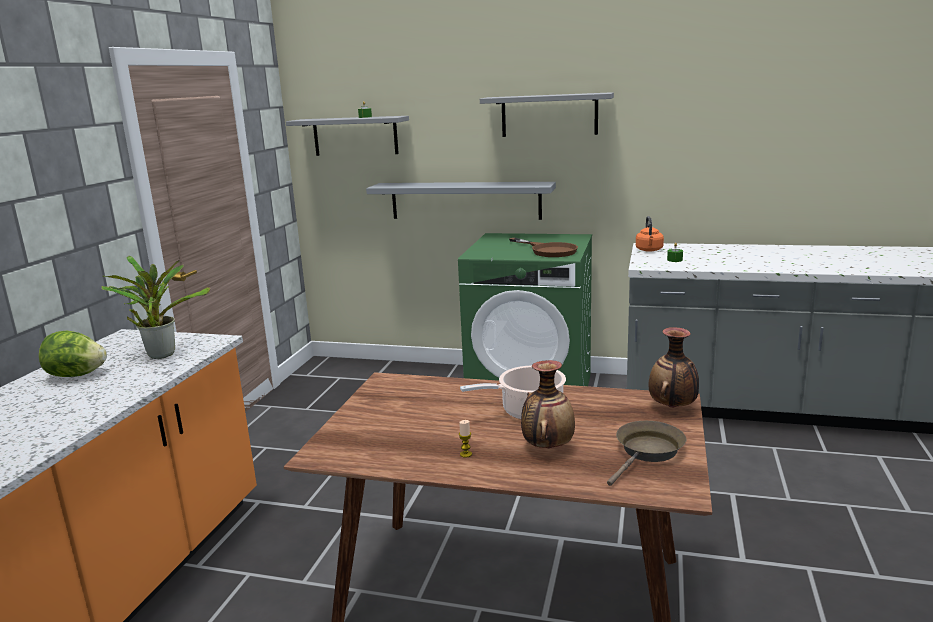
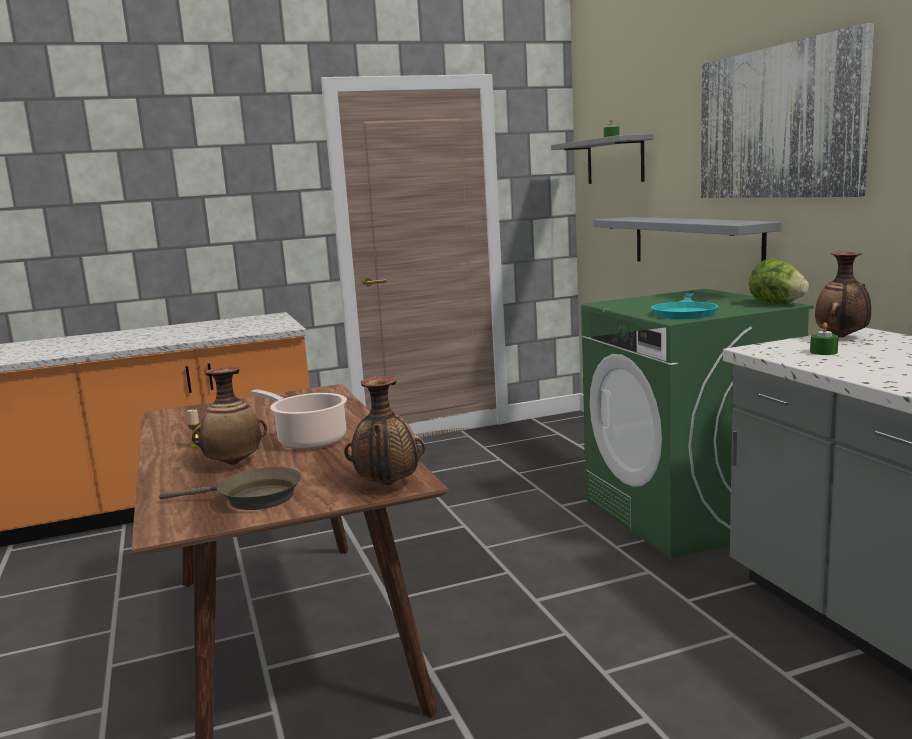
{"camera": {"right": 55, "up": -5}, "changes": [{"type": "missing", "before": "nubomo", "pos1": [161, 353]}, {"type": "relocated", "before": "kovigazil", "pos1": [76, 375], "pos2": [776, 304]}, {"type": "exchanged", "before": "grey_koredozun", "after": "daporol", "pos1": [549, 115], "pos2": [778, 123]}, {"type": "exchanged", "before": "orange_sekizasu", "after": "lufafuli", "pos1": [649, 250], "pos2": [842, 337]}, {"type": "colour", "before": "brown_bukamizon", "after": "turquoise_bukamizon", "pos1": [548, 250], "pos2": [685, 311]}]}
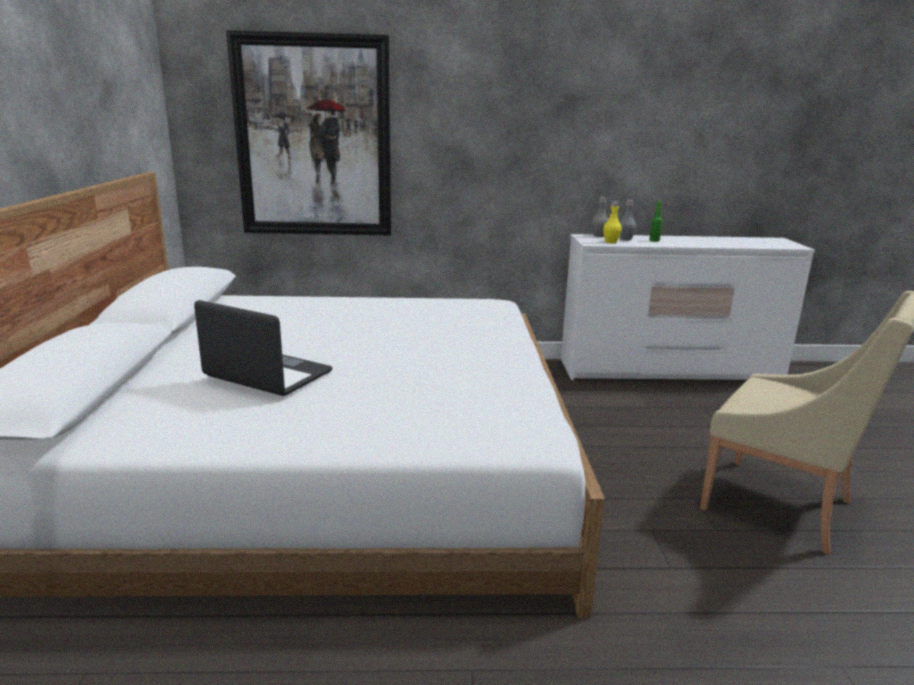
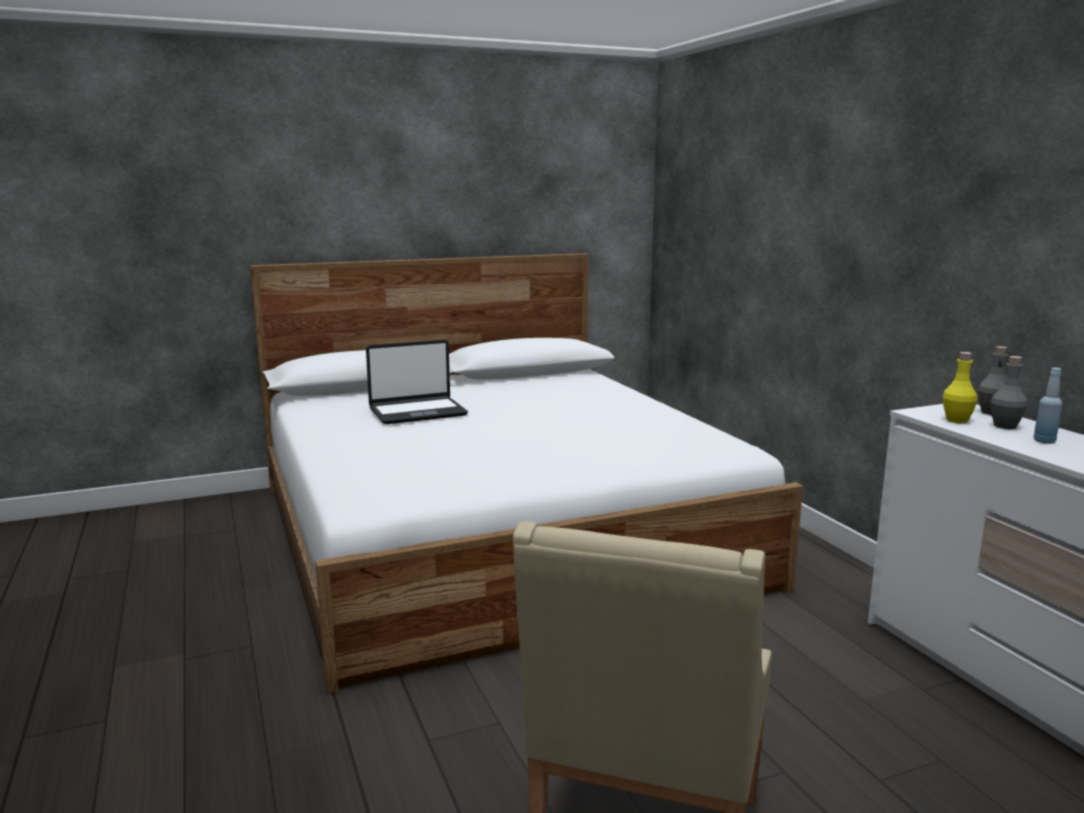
{"camera": {"right": 70, "up": -5}, "changes": [{"type": "missing", "before": "daporol", "pos1": [314, 138]}, {"type": "colour", "before": "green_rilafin", "after": "blue_rilafin", "pos1": [654, 241], "pos2": [1044, 441]}, {"type": "spun", "before": "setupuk", "pos1": [267, 375], "pos2": [417, 412], "turn": 60}]}
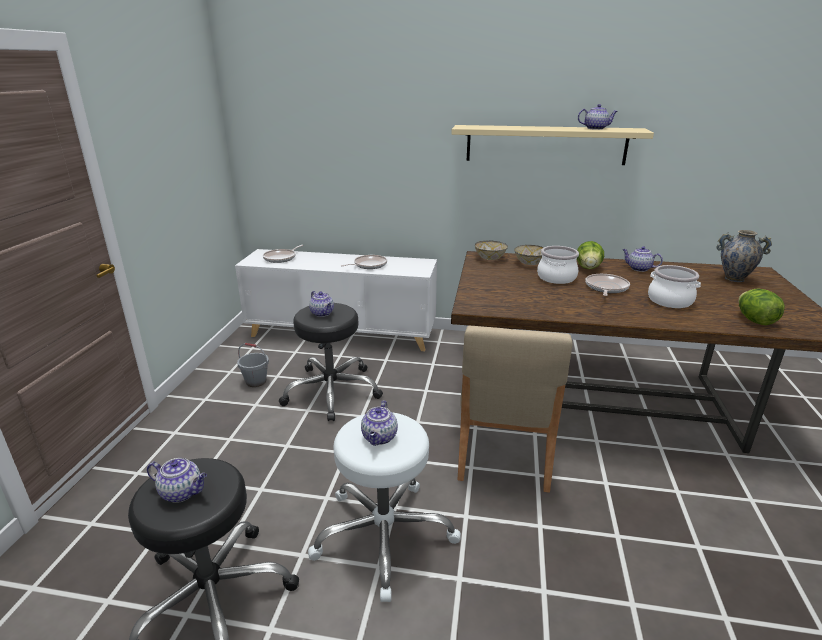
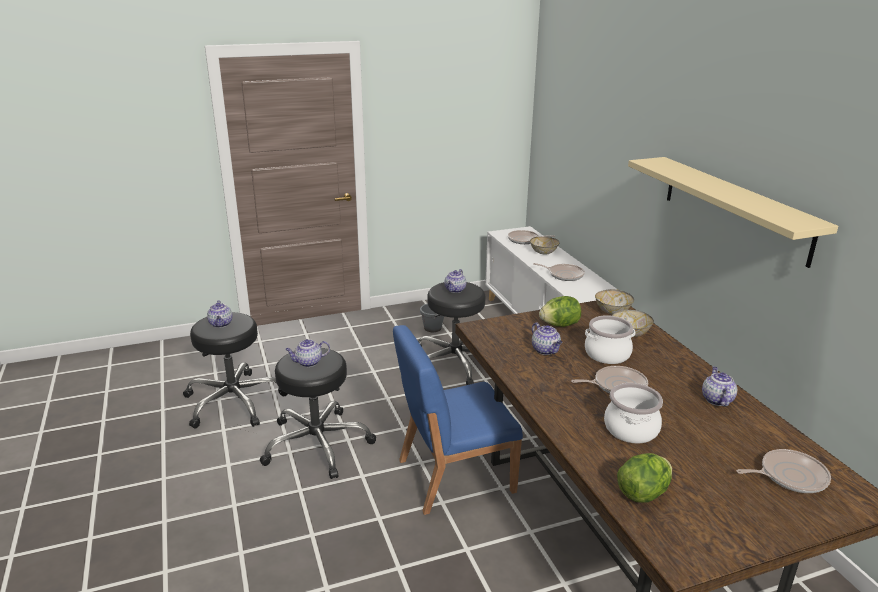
{"camera": {"right": 60, "up": 0}, "changes": [{"type": "appeared", "after": "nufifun", "pos2": [544, 252]}, {"type": "relocated", "before": "kovigazil", "pos1": [588, 268], "pos2": [559, 325]}, {"type": "relocated", "before": "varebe", "pos1": [596, 128], "pos2": [546, 350]}, {"type": "exchanged", "before": "lufafuli", "after": "bukamizon", "pos1": [734, 279], "pos2": [789, 476]}, {"type": "colour", "before": "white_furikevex", "after": "black_furikevex", "pos1": [383, 535], "pos2": [317, 444]}, {"type": "colour", "before": "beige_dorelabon", "after": "blue_dorelabon", "pos1": [503, 454], "pos2": [454, 475]}]}
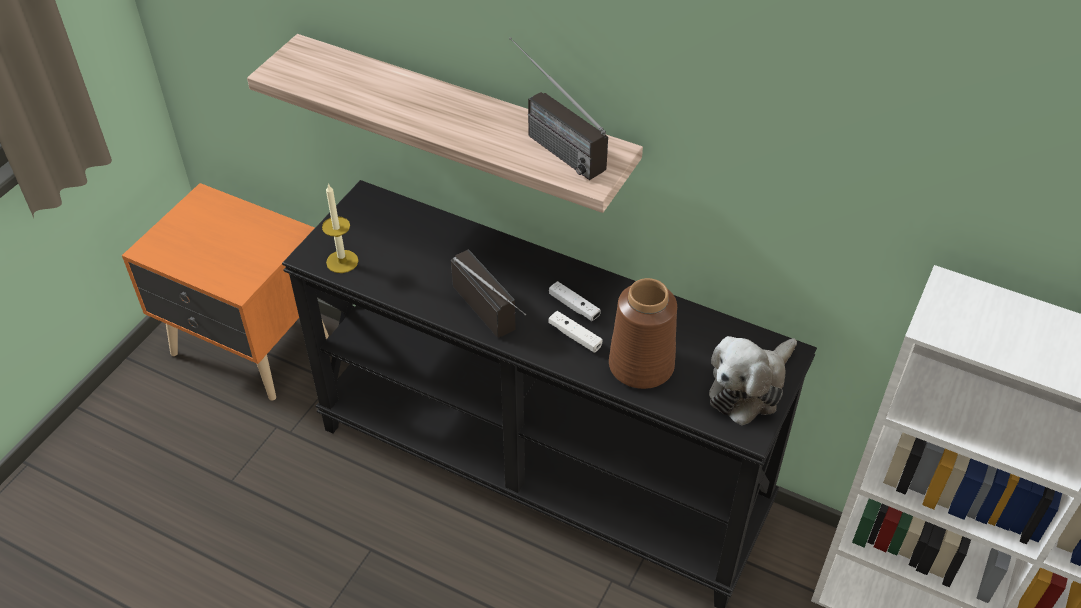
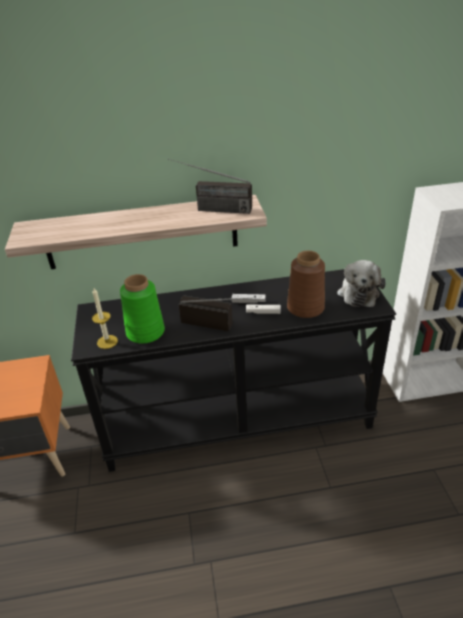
{"camera": {"right": -35, "up": -10}, "changes": [{"type": "appeared", "after": "green_lufafuli", "pos2": [145, 332]}]}
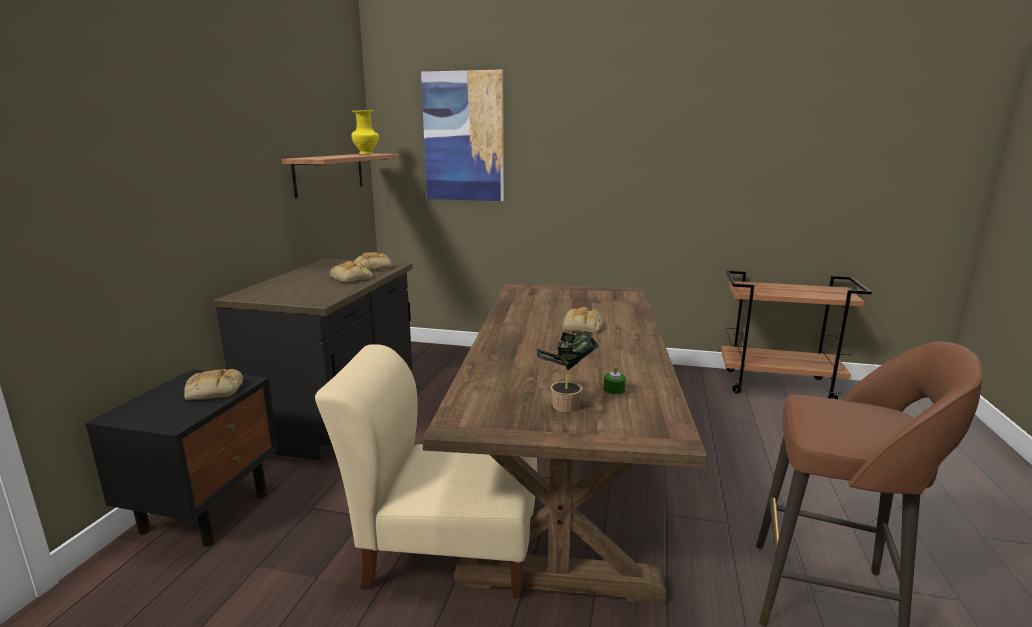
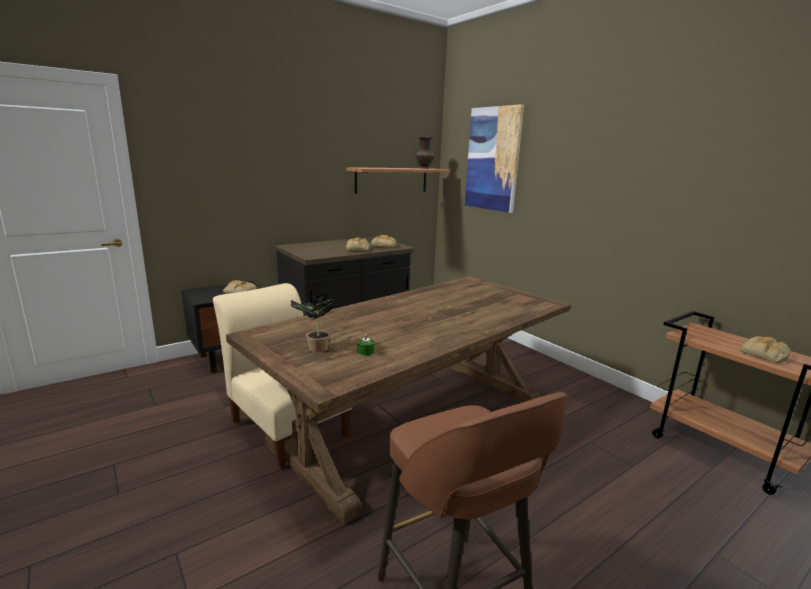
{"camera": {"right": 40, "up": 0}, "changes": [{"type": "relocated", "before": "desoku", "pos1": [583, 327], "pos2": [764, 355]}, {"type": "colour", "before": "yellow_lufafuli", "after": "brown_lufafuli", "pos1": [367, 154], "pos2": [424, 168]}]}
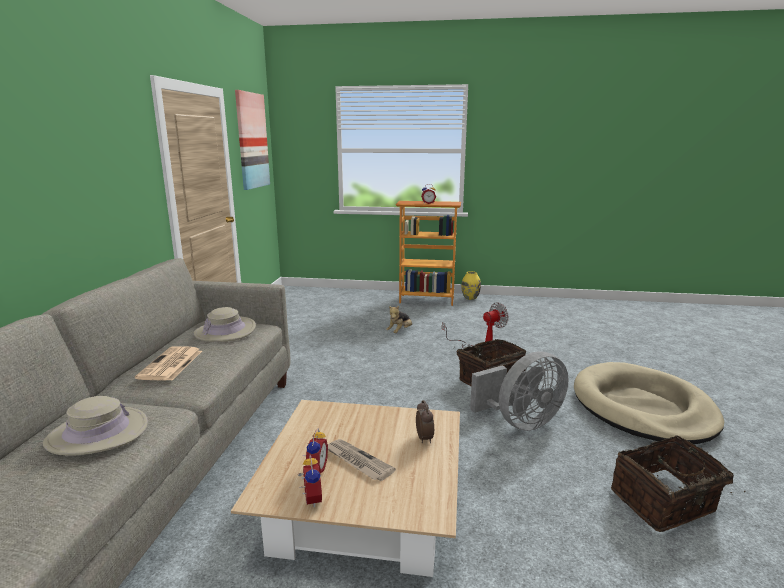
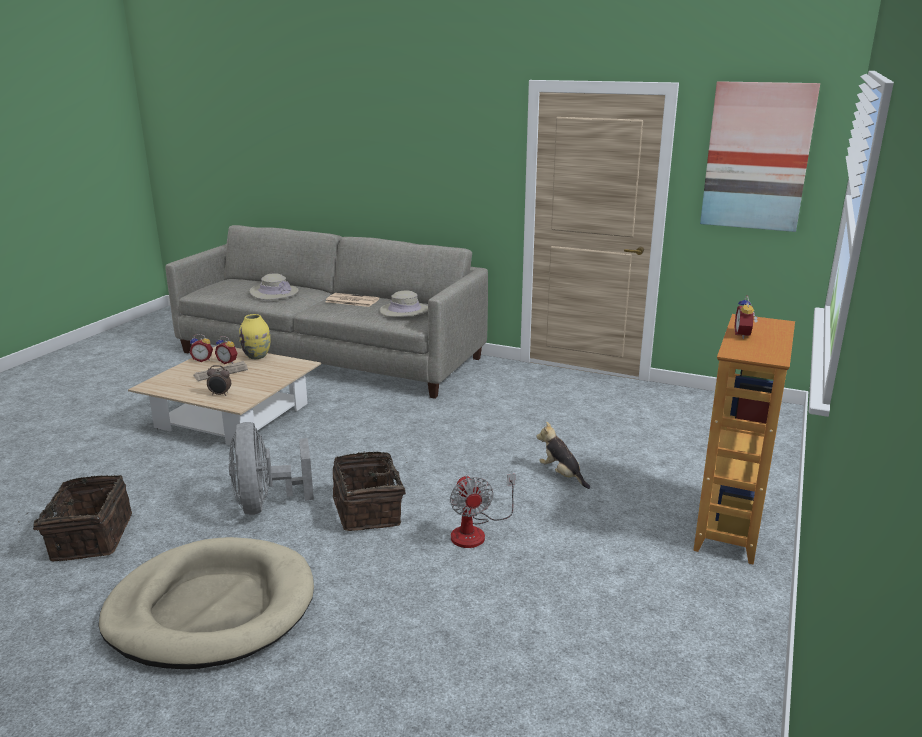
{"camera": {"right": 105, "up": 5}, "changes": [{"type": "relocated", "before": "yellow_lufafuli", "pos1": [470, 298], "pos2": [257, 356]}]}
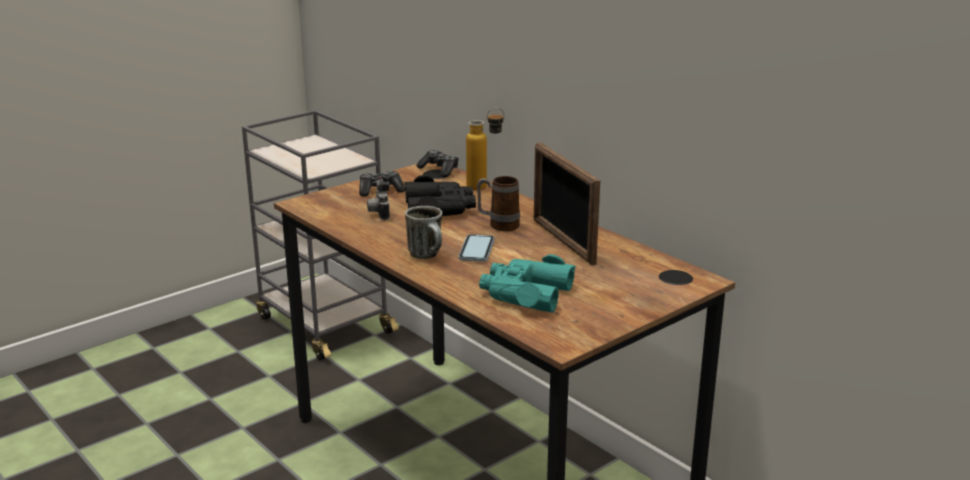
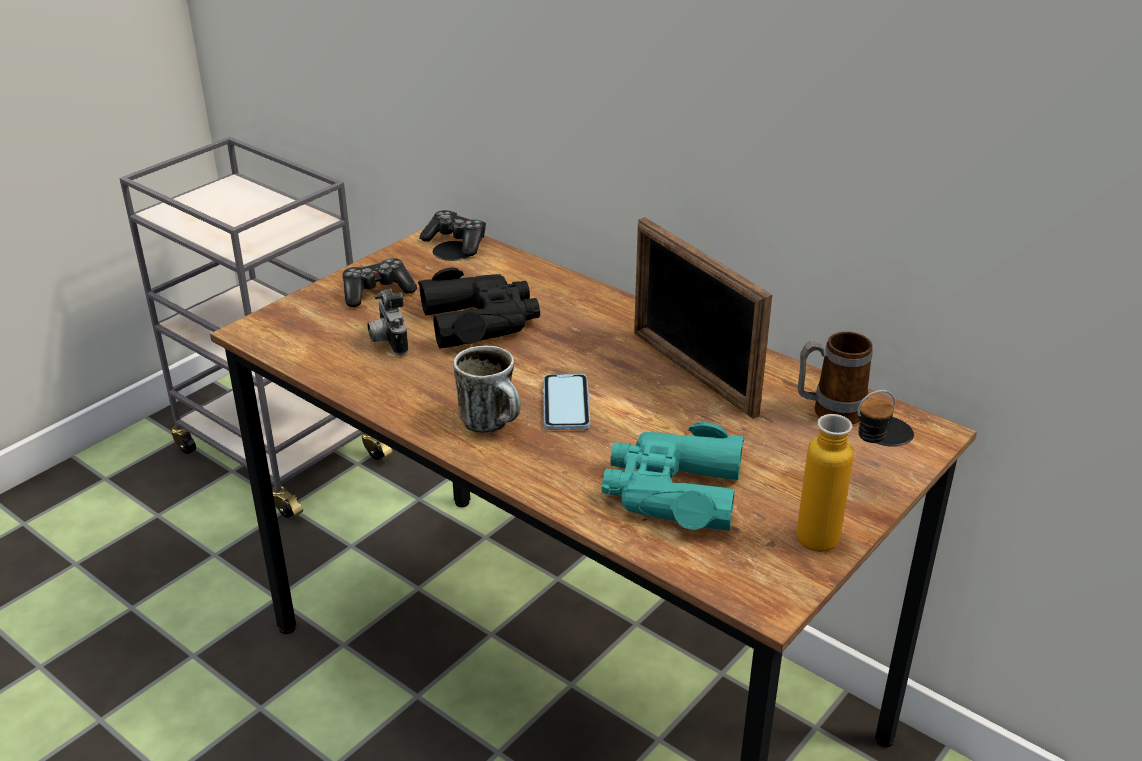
{"camera": {"right": -10, "up": 10}, "changes": [{"type": "relocated", "before": "rilafin", "pos1": [485, 187], "pos2": [834, 536]}, {"type": "relocated", "before": "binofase", "pos1": [498, 225], "pos2": [828, 413]}]}
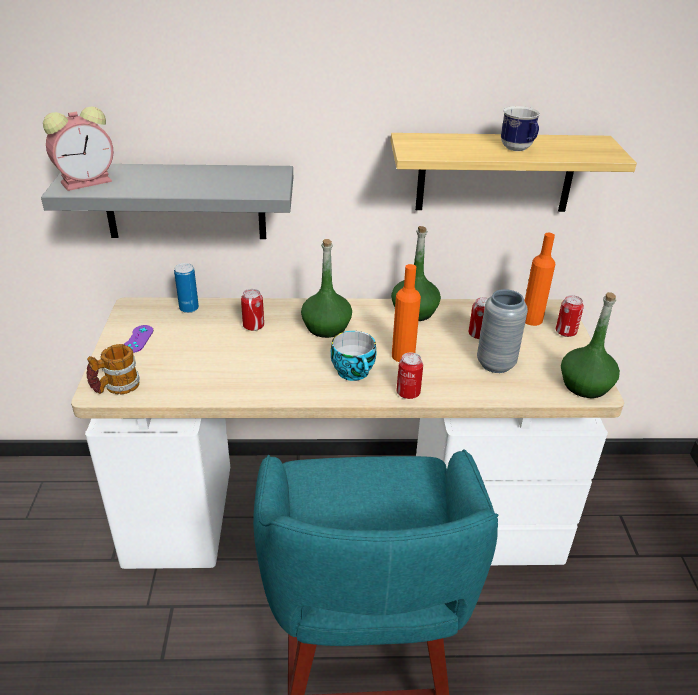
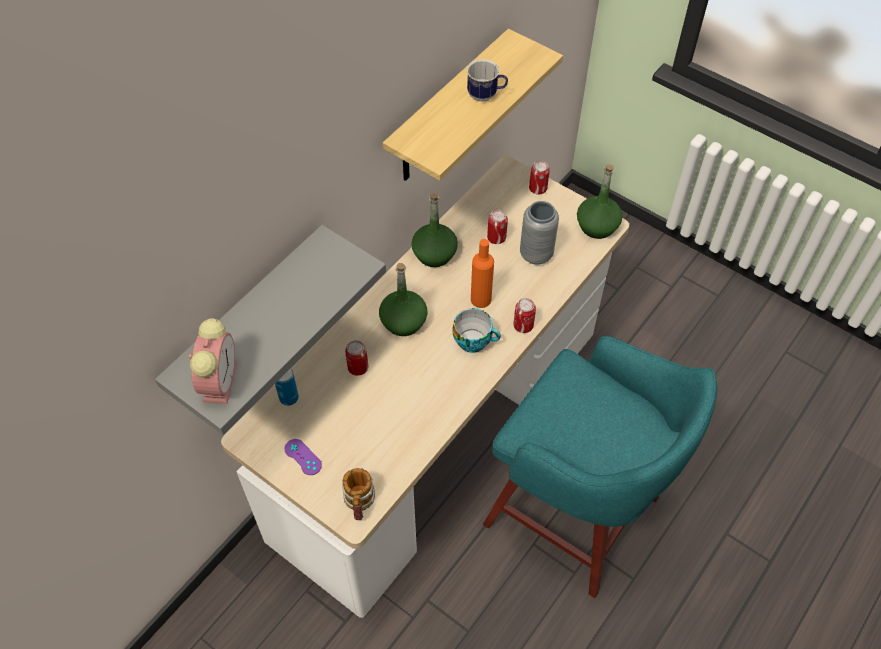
{"camera": {"right": -50, "up": 20}, "changes": [{"type": "missing", "before": "orange_rilafin", "pos1": [531, 319]}]}
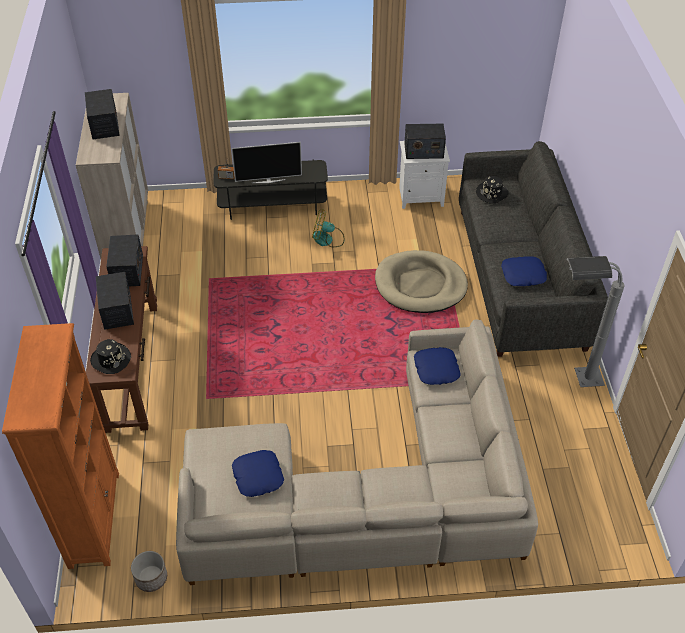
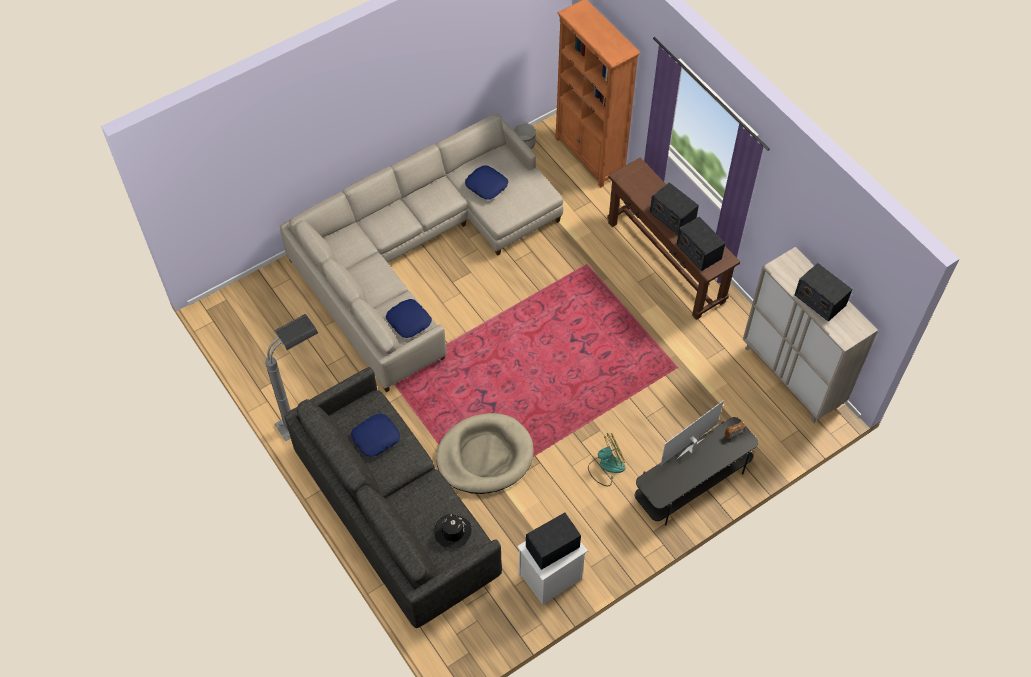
{"camera": {"right": 150, "up": 10}, "changes": [{"type": "missing", "before": "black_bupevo", "pos1": [111, 359]}]}
